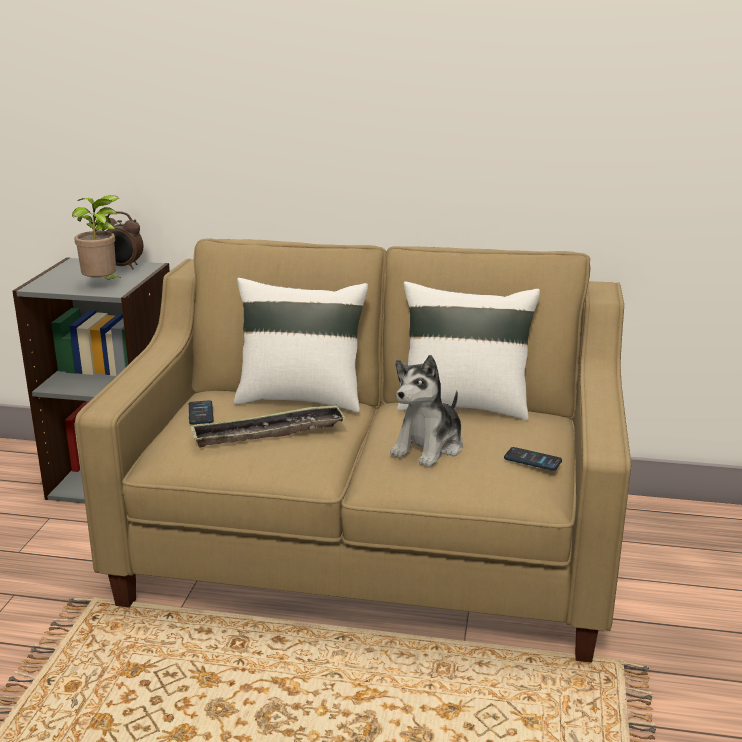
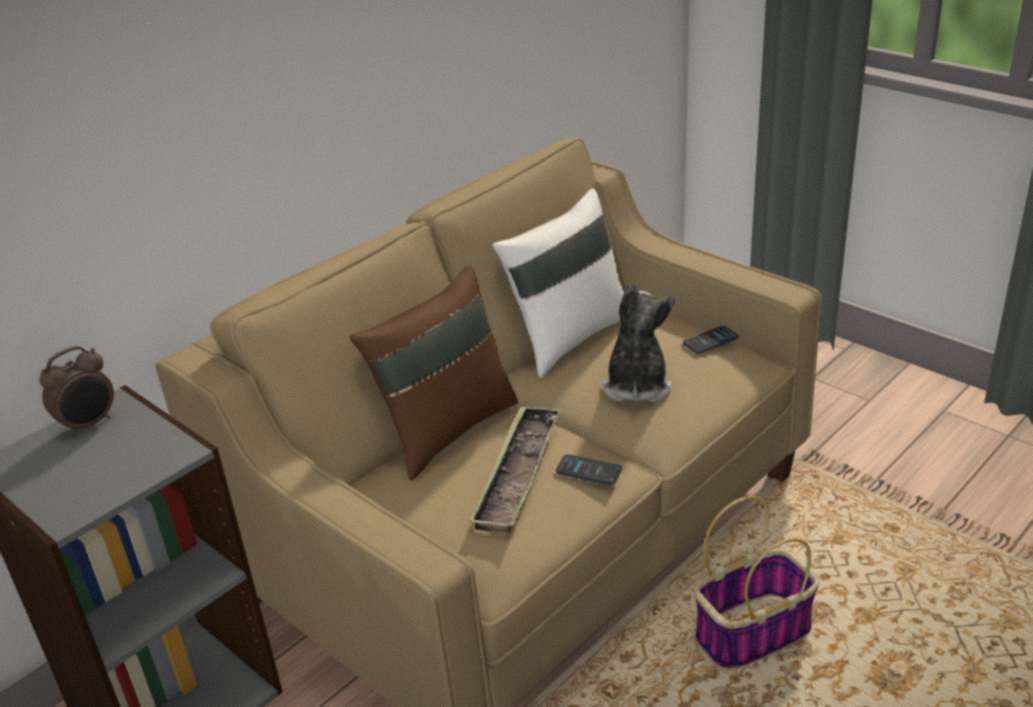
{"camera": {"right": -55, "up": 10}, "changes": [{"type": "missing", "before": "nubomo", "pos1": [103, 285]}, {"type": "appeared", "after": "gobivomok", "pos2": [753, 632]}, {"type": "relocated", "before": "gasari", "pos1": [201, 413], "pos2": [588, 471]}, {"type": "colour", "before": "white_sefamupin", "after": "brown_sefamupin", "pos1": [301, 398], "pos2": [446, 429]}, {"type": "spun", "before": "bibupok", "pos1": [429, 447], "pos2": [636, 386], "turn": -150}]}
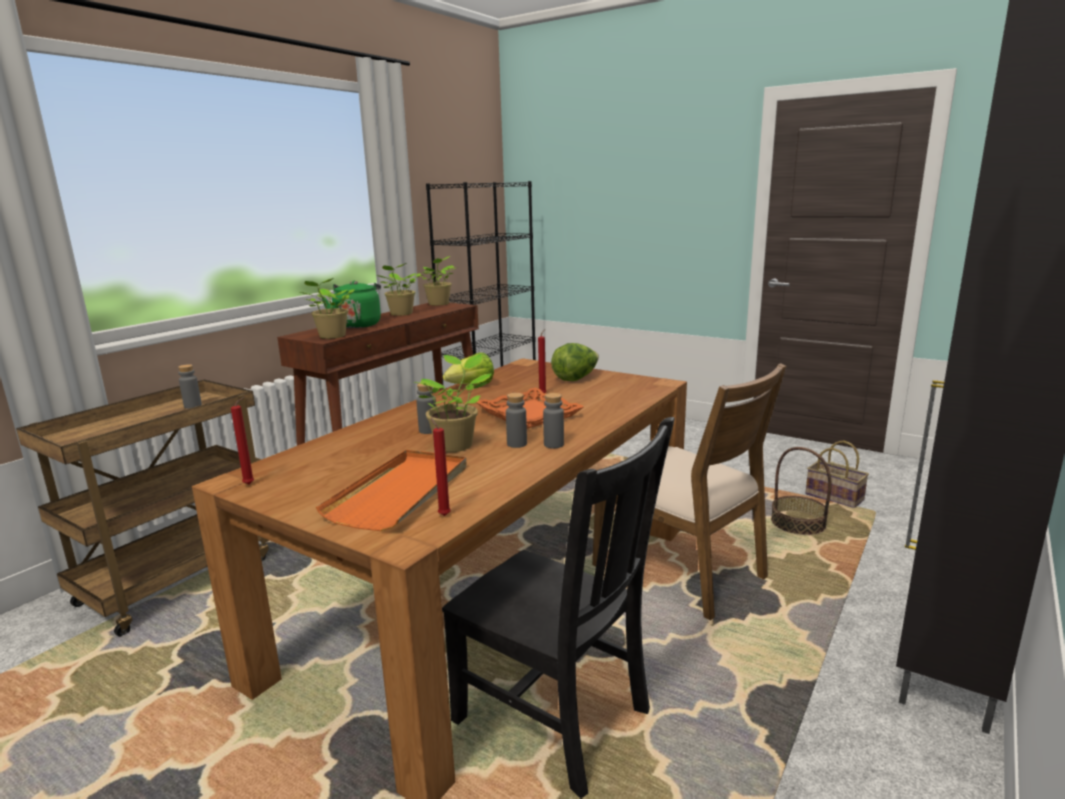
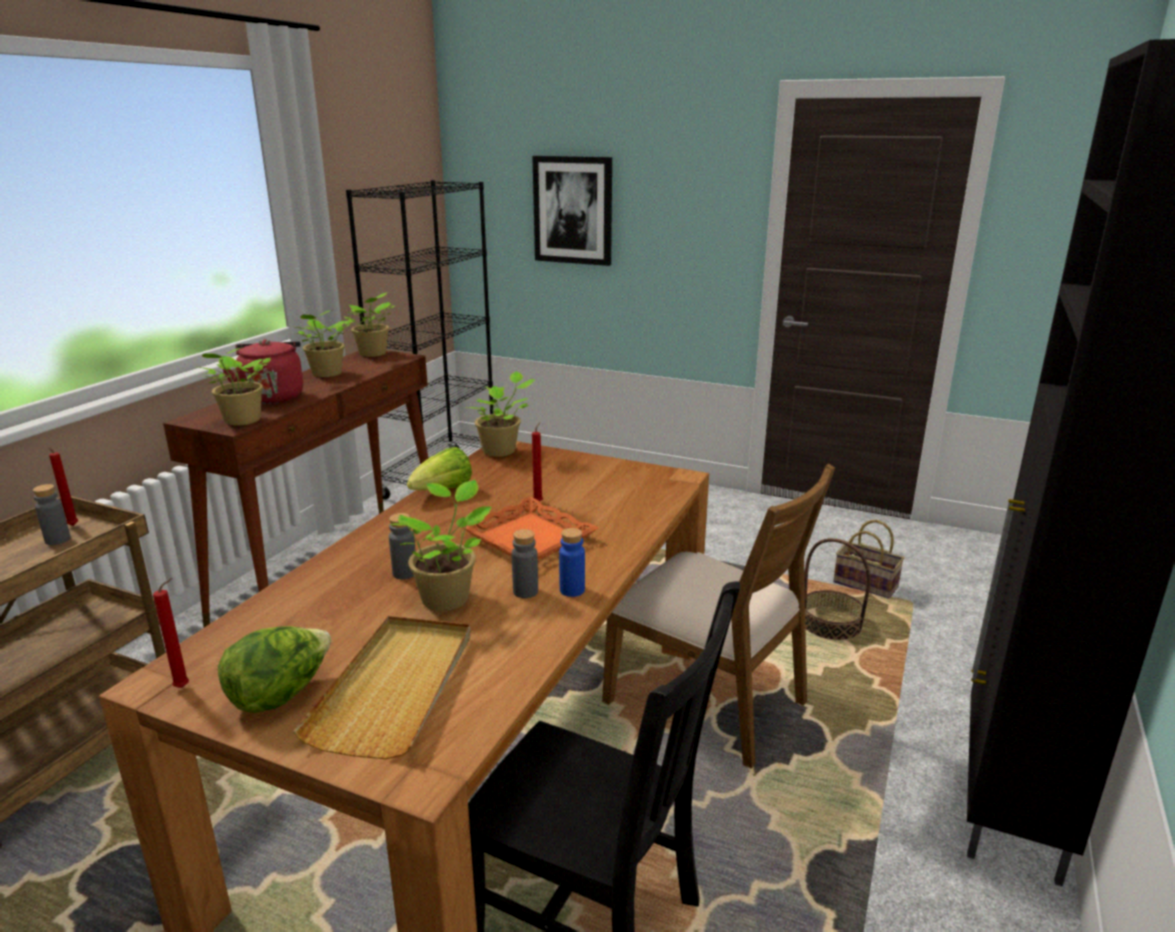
{"camera": {"right": -10, "up": 5}, "changes": [{"type": "appeared", "after": "nubomo", "pos2": [502, 451]}, {"type": "appeared", "after": "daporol", "pos2": [573, 210]}, {"type": "relocated", "before": "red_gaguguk", "pos1": [443, 515], "pos2": [72, 525]}, {"type": "relocated", "before": "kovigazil", "pos1": [576, 378], "pos2": [280, 694]}, {"type": "colour", "before": "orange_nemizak", "after": "beige_nemizak", "pos1": [401, 492], "pos2": [396, 687]}, {"type": "colour", "before": "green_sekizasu", "after": "red_sekizasu", "pos1": [358, 324], "pos2": [272, 396]}, {"type": "colour", "before": "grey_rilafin", "after": "blue_rilafin", "pos1": [553, 444], "pos2": [572, 590]}]}
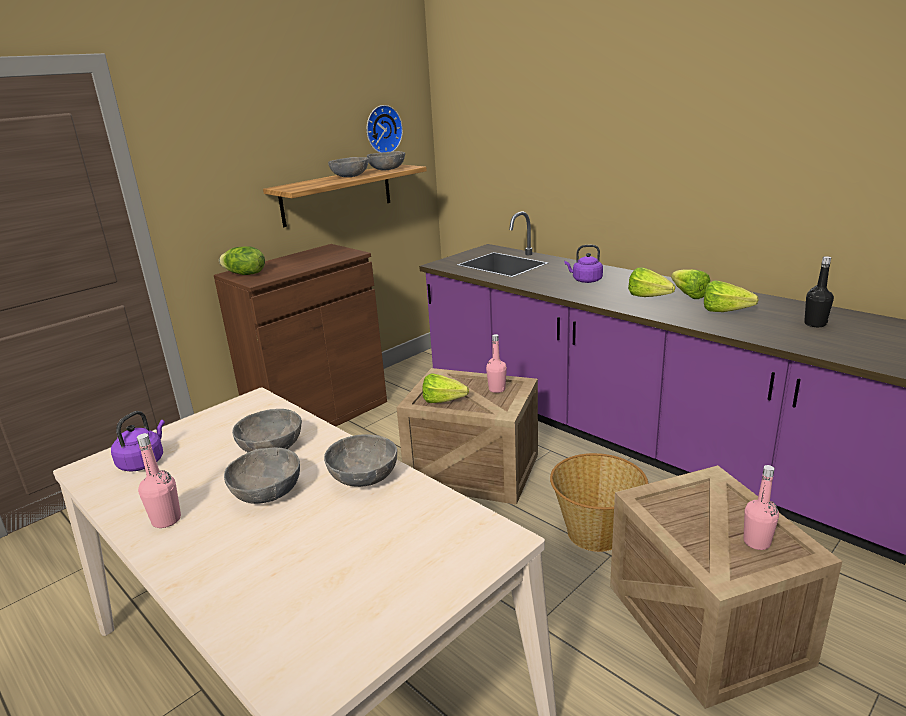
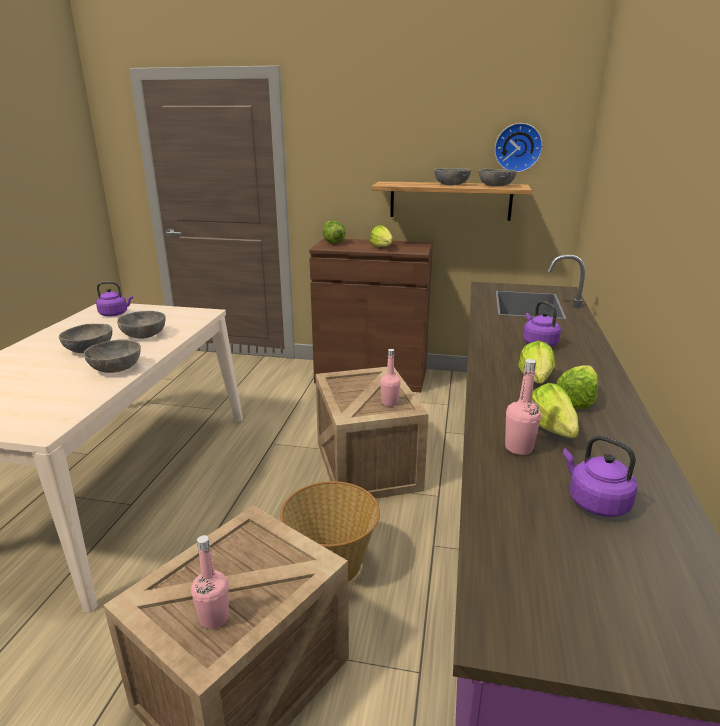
{"camera": {"right": 55, "up": 0}, "changes": [{"type": "relocated", "before": "pink_rilafin", "pos1": [166, 520], "pos2": [518, 448]}, {"type": "relocated", "before": "kovigazil", "pos1": [446, 402], "pos2": [383, 248]}, {"type": "exchanged", "before": "black_rilafin", "after": "purple_sekizasu", "pos1": [815, 324], "pos2": [595, 502]}]}
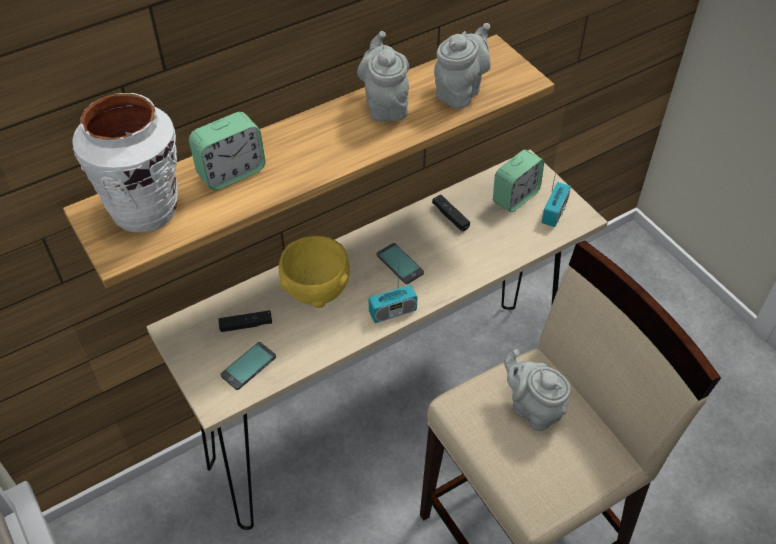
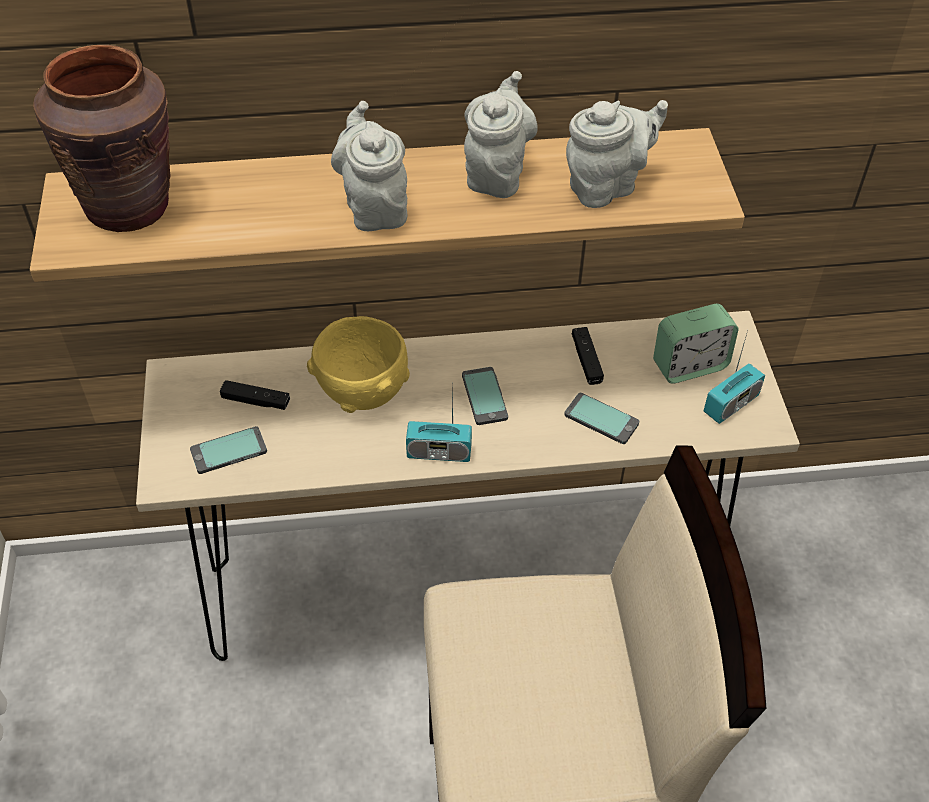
{"camera": {"right": 25, "up": 0}, "changes": [{"type": "missing", "before": "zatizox", "pos1": [231, 172]}, {"type": "appeared", "after": "gasari", "pos2": [601, 419]}, {"type": "relocated", "before": "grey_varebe", "pos1": [533, 409], "pos2": [374, 207]}, {"type": "colour", "before": "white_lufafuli", "after": "brown_lufafuli", "pos1": [145, 210], "pos2": [129, 206]}]}
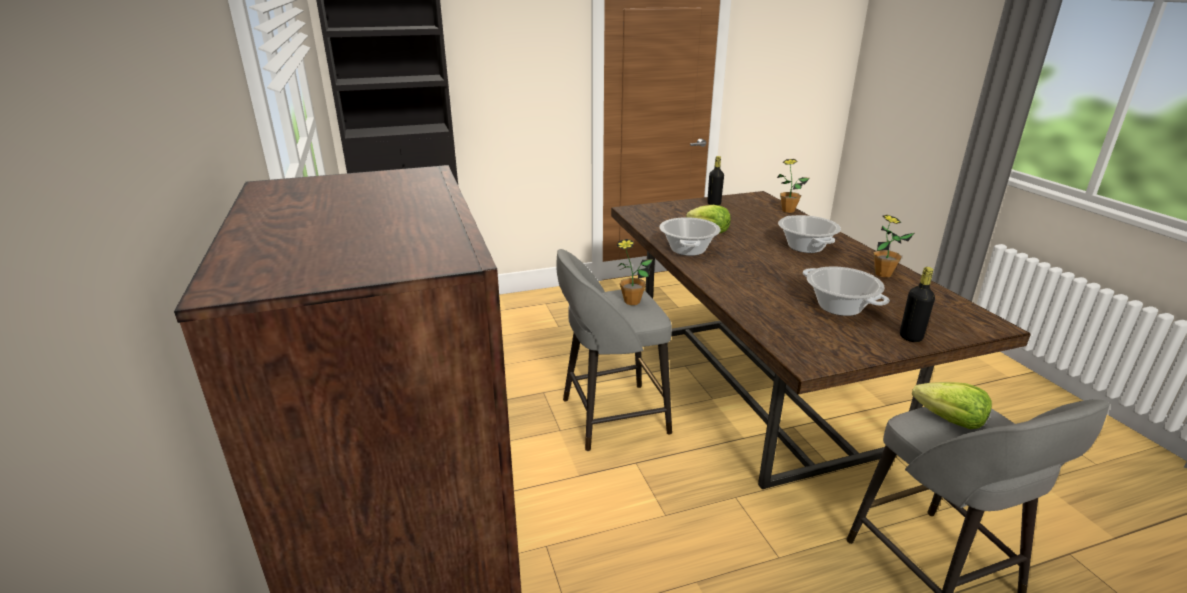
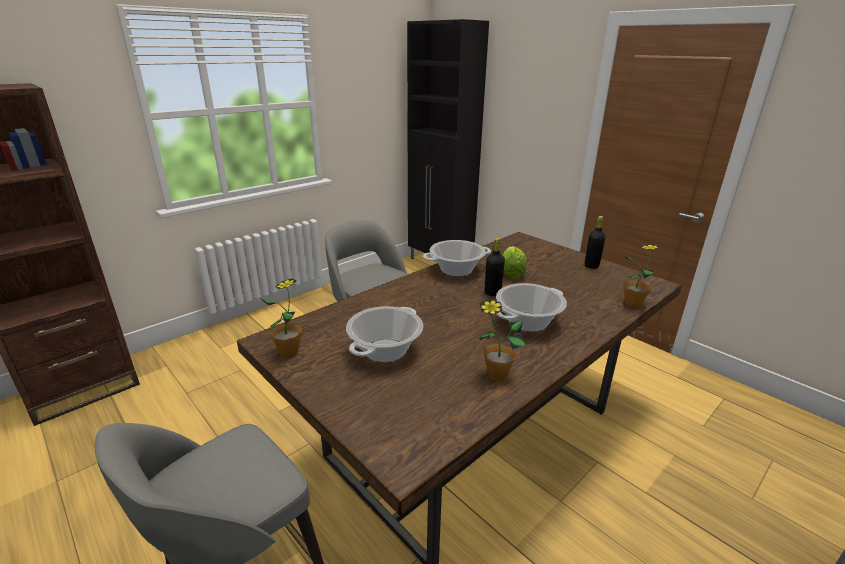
{"camera": {"right": 65, "up": 0}, "changes": [{"type": "missing", "before": "kovigazil", "pos1": [949, 420]}, {"type": "relocated", "before": "nubomo", "pos1": [632, 301], "pos2": [289, 351]}, {"type": "relocated", "before": "black_rilafin", "pos1": [910, 337], "pos2": [492, 293]}]}
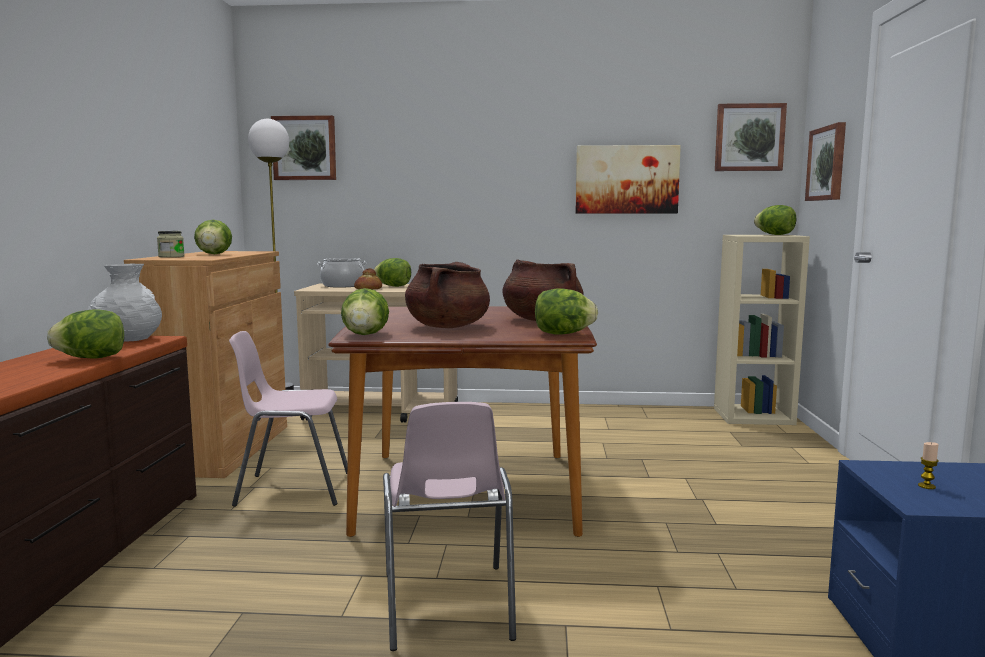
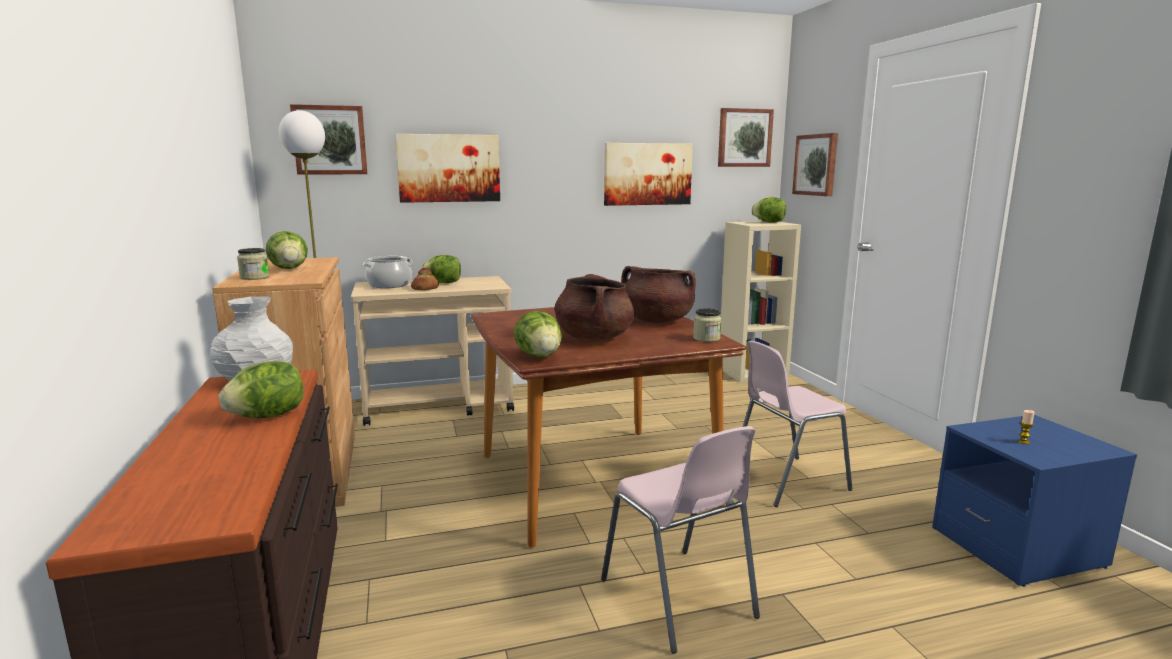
{"camera": {"right": -20, "up": 5}, "changes": [{"type": "appeared", "after": "daporol", "pos2": [449, 168]}, {"type": "relocated", "before": "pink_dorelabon", "pos1": [292, 489], "pos2": [786, 481]}, {"type": "exchanged", "before": "kovigazil", "after": "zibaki", "pos1": [563, 334], "pos2": [706, 338]}]}
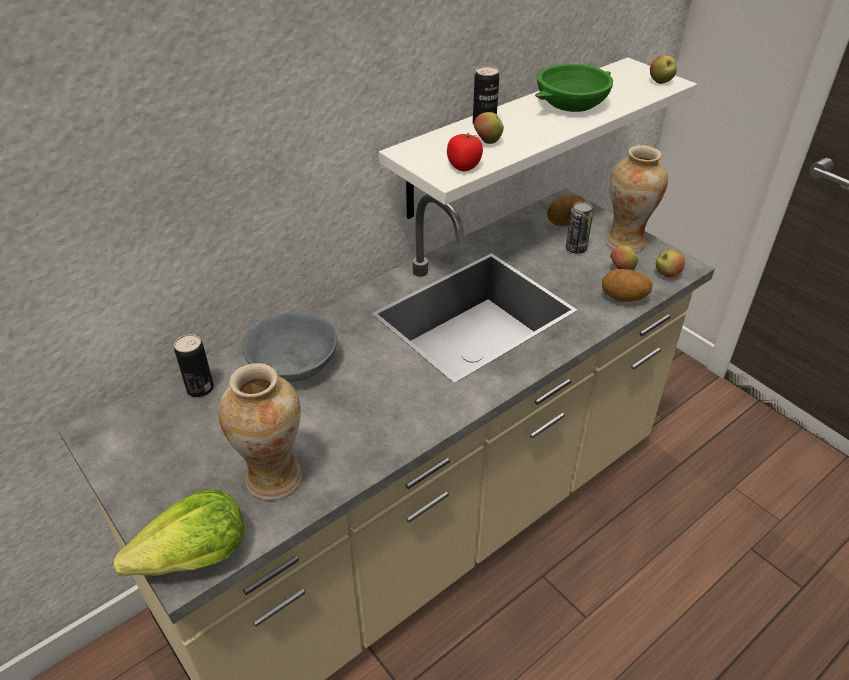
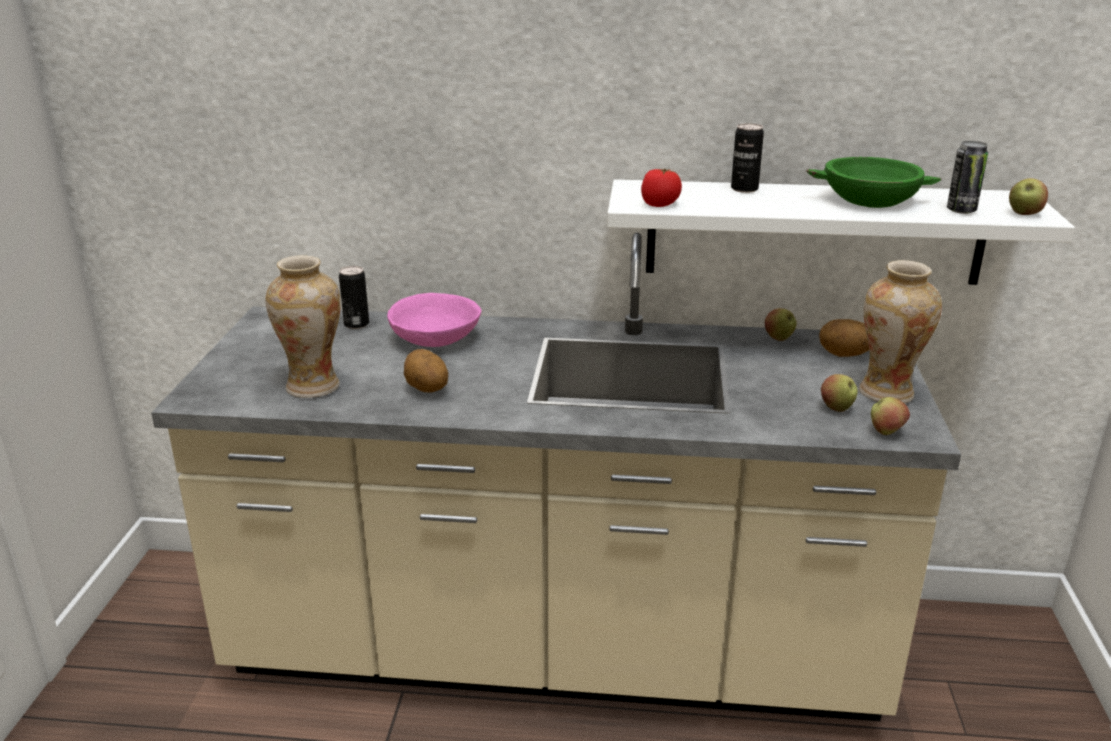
{"camera": {"right": 45, "up": -15}, "changes": [{"type": "missing", "before": "kovigazil", "pos1": [194, 558]}, {"type": "relocated", "before": "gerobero", "pos1": [487, 142], "pos2": [779, 339]}, {"type": "relocated", "before": "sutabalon", "pos1": [576, 249], "pos2": [961, 210]}, {"type": "relocated", "before": "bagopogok", "pos1": [623, 299], "pos2": [426, 390]}, {"type": "colour", "before": "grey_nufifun", "after": "pink_nufifun", "pos1": [294, 362], "pos2": [436, 338]}]}
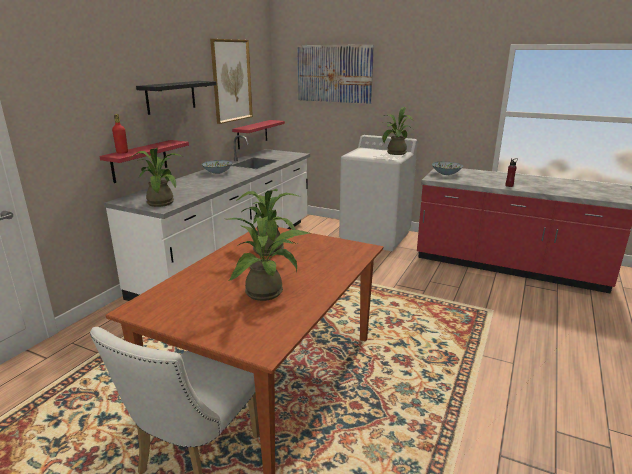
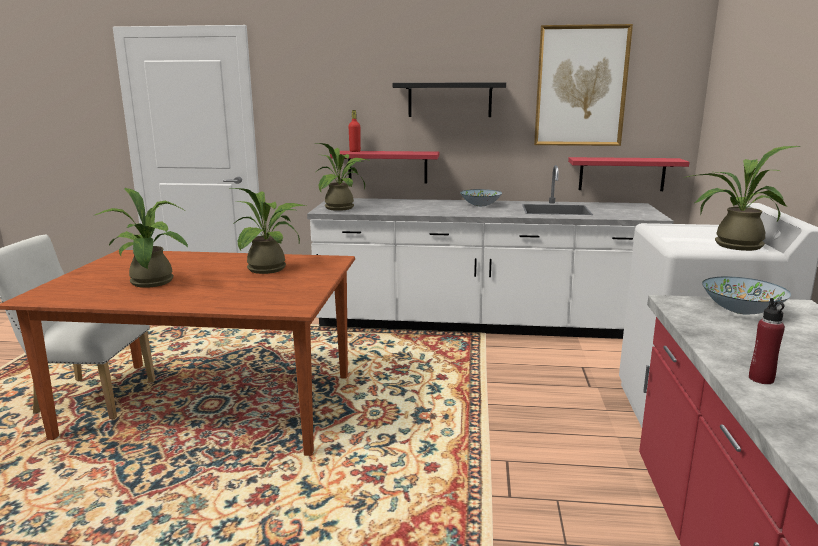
{"camera": {"right": 70, "up": -5}, "changes": [{"type": "missing", "before": "daporol", "pos1": [334, 73]}]}
